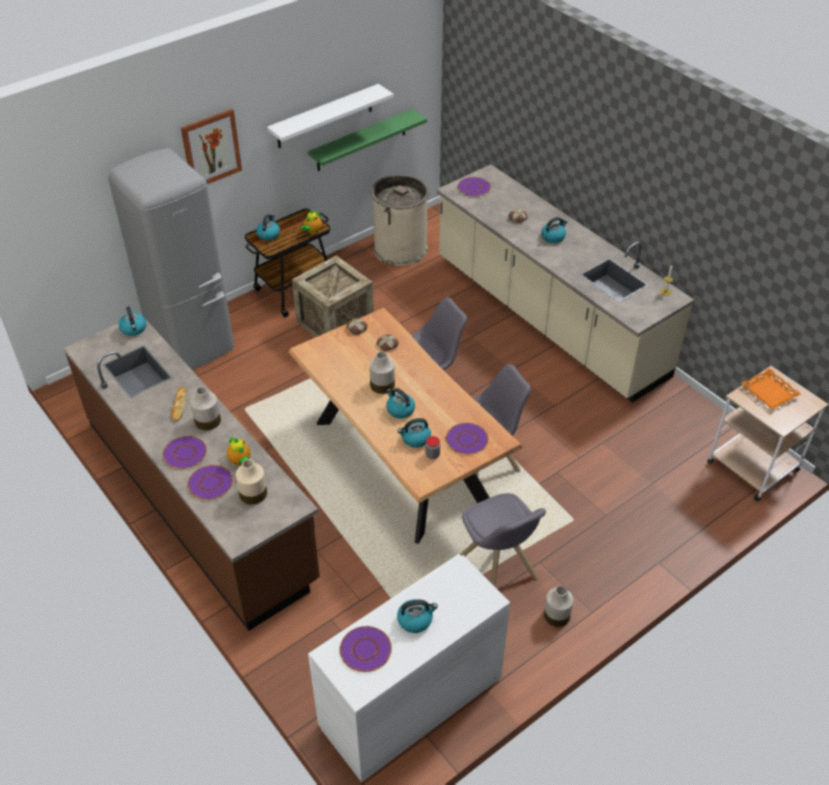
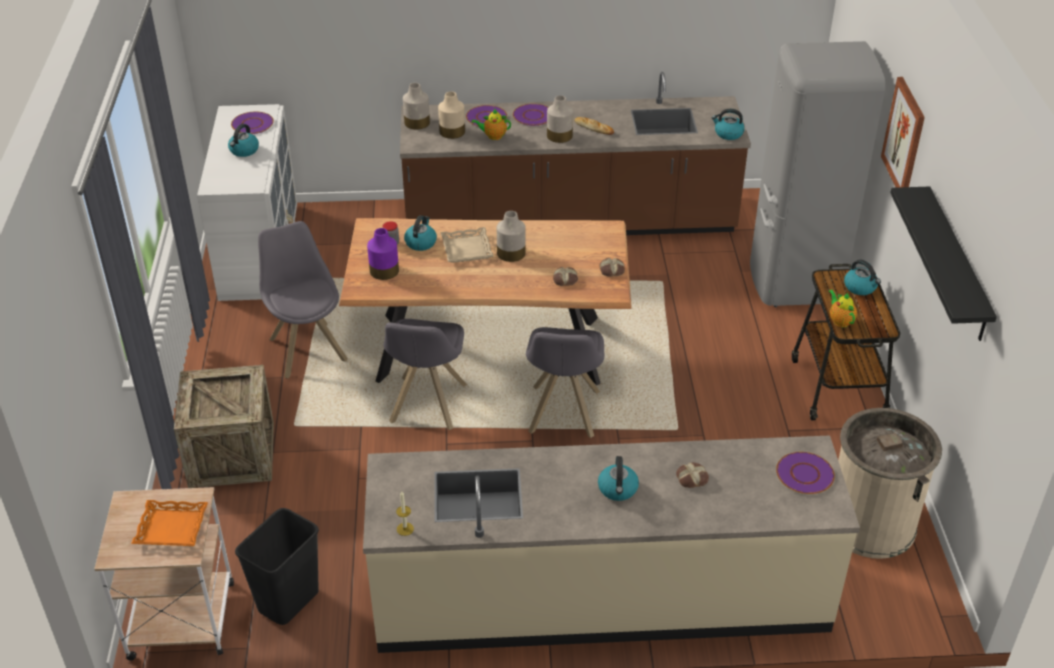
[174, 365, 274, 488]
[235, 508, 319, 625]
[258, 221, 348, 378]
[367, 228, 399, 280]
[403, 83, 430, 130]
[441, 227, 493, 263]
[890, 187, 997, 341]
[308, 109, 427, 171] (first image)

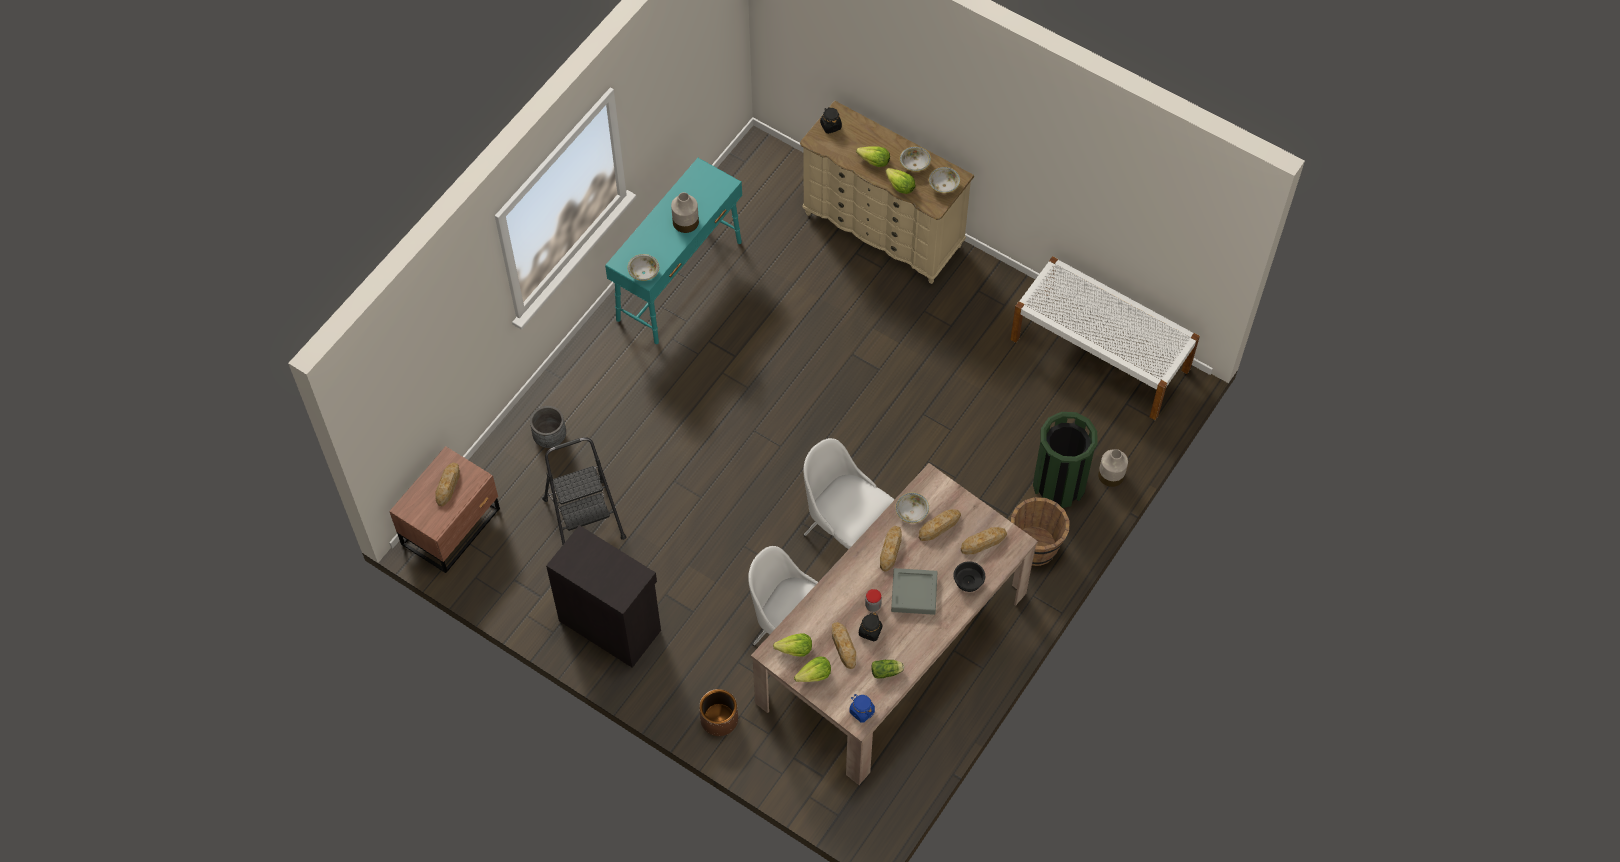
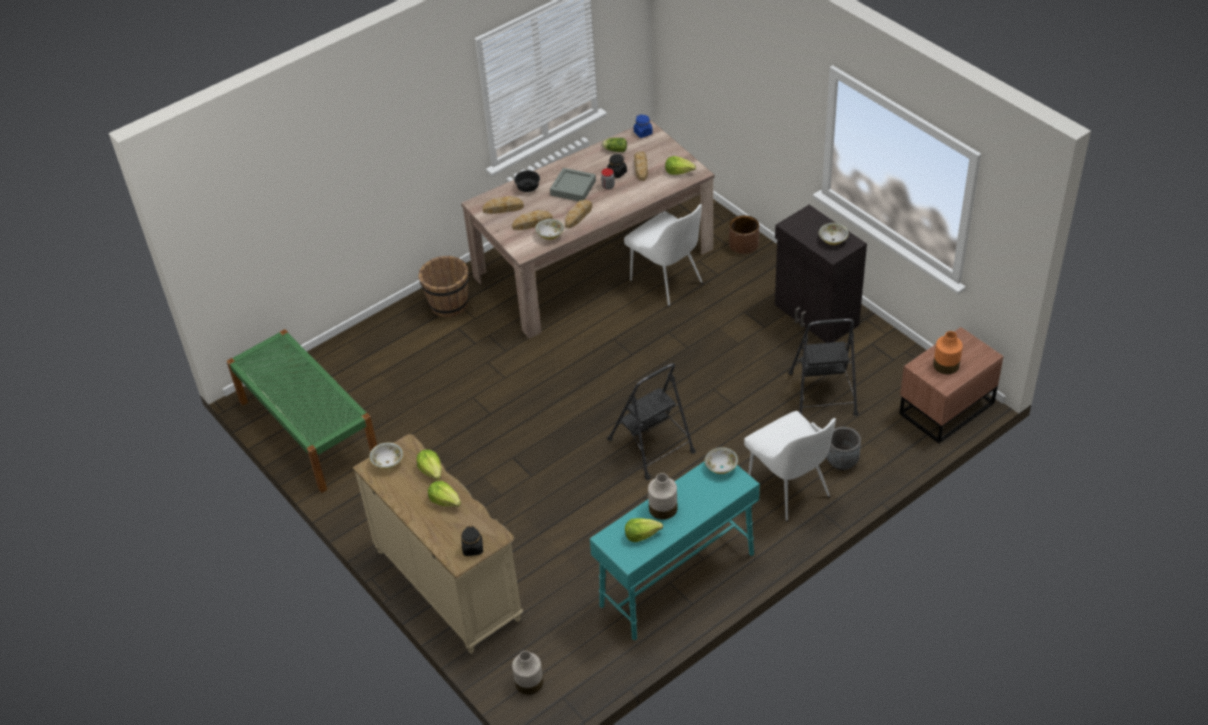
[227, 329, 377, 493]
[512, 651, 544, 695]
[607, 363, 696, 480]
[625, 518, 663, 542]
[744, 411, 836, 522]
[819, 223, 849, 245]
[933, 331, 963, 374]
[1033, 412, 1097, 508] (first image)

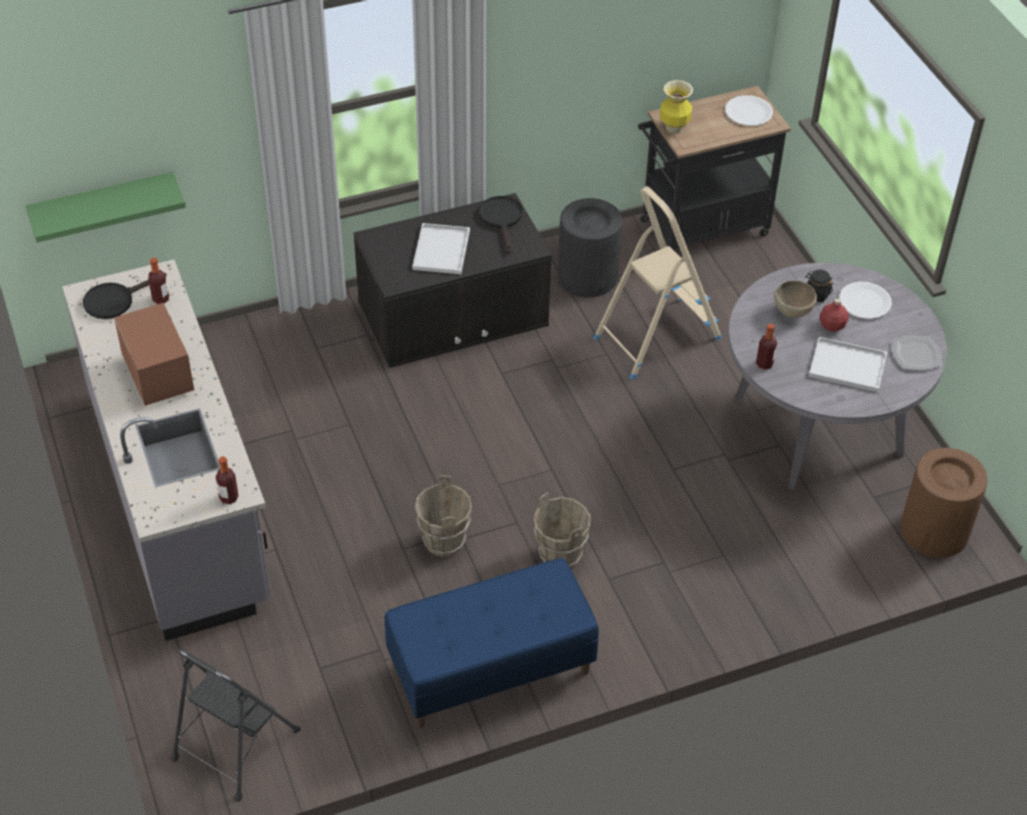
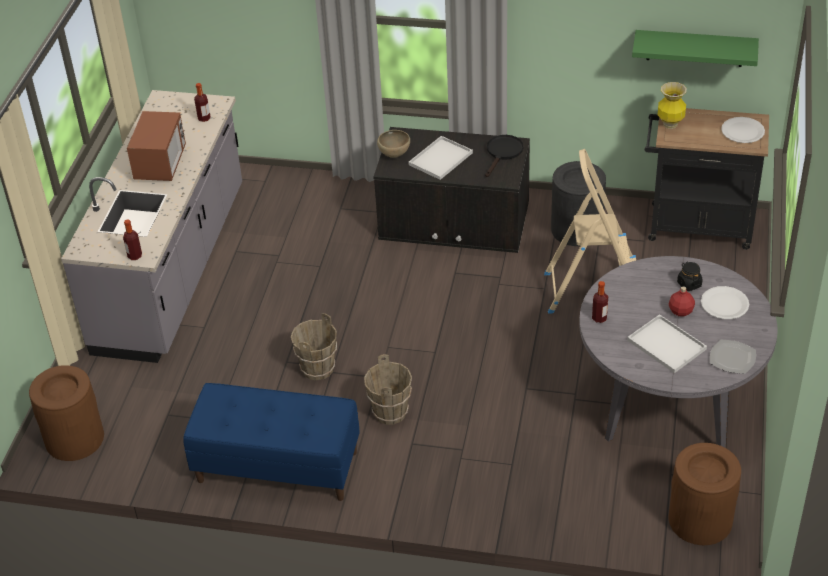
[29, 365, 104, 461]
[377, 130, 410, 158]
[632, 30, 759, 67]
[83, 273, 167, 319] (first image)

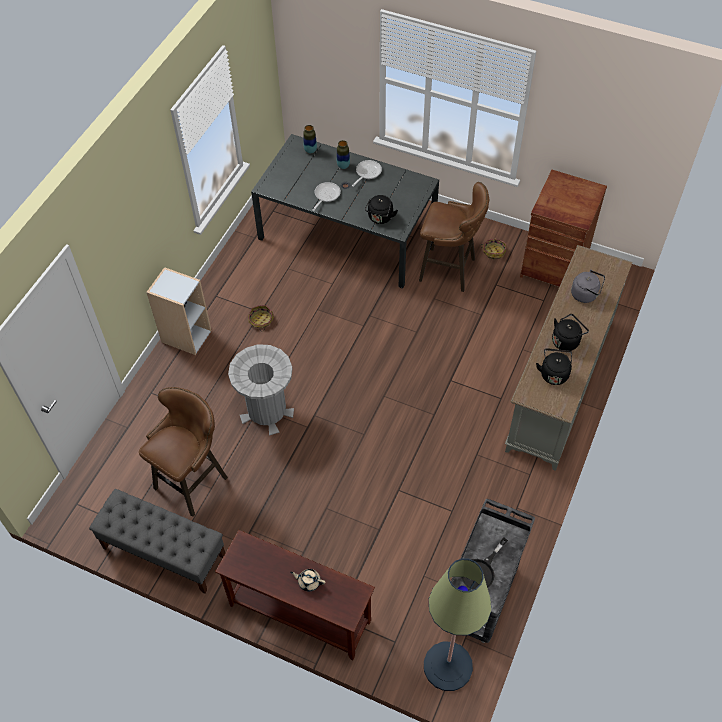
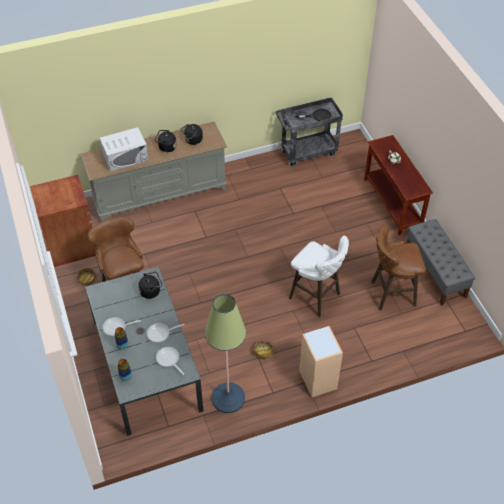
[100, 127, 149, 171]
[156, 347, 184, 375]
[205, 294, 246, 413]
[289, 236, 349, 317]

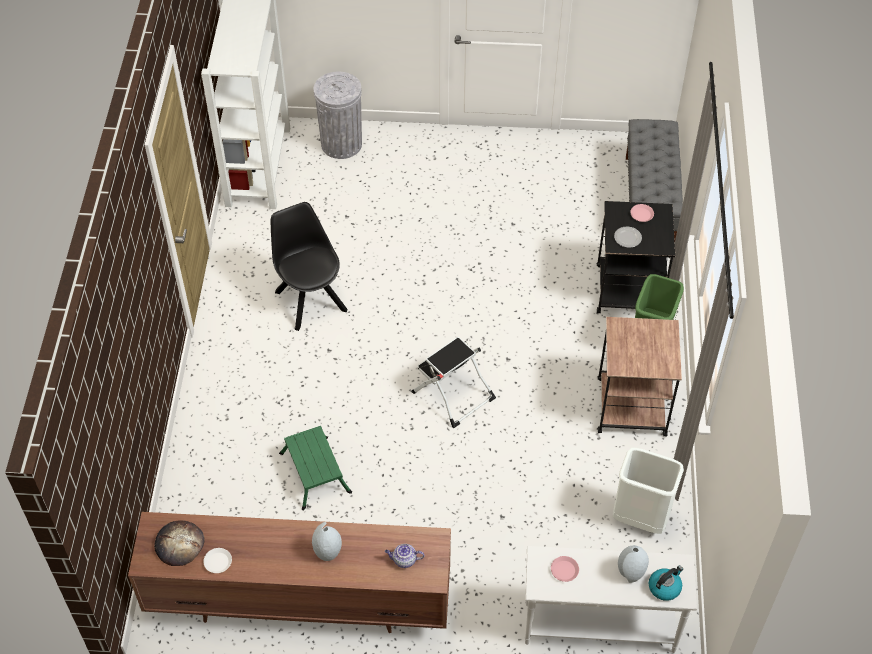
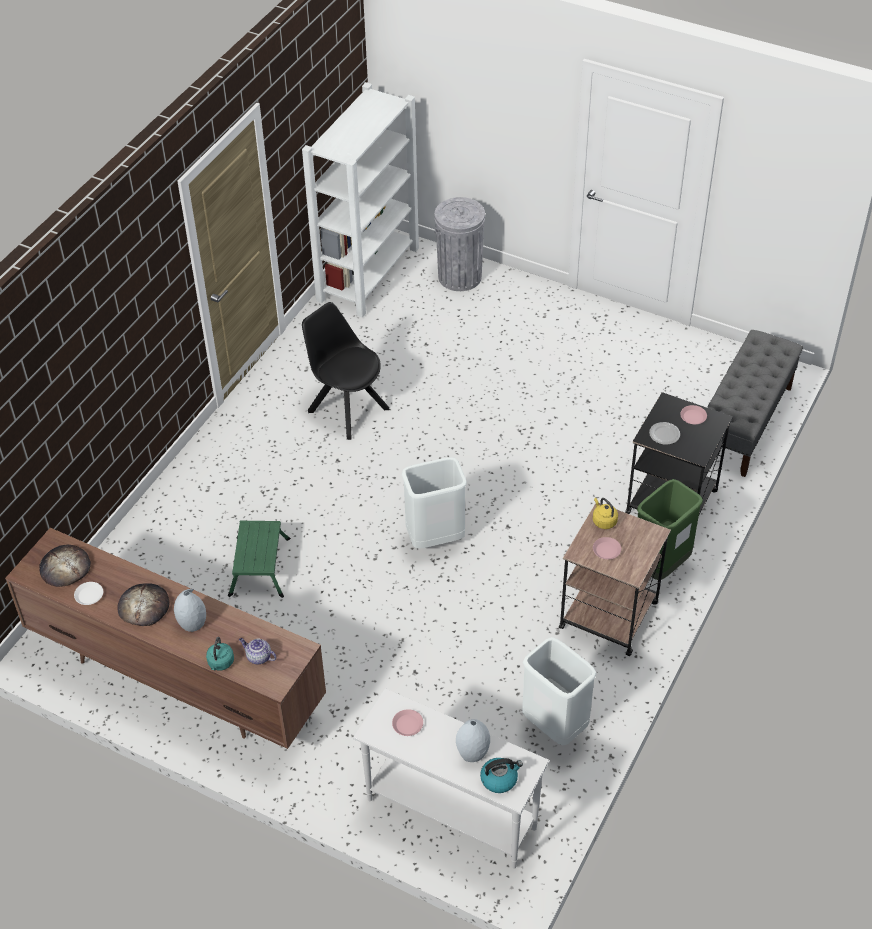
[117, 583, 169, 626]
[206, 637, 234, 670]
[302, 302, 390, 440]
[402, 457, 467, 548]
[593, 498, 618, 529]
[593, 537, 621, 559]

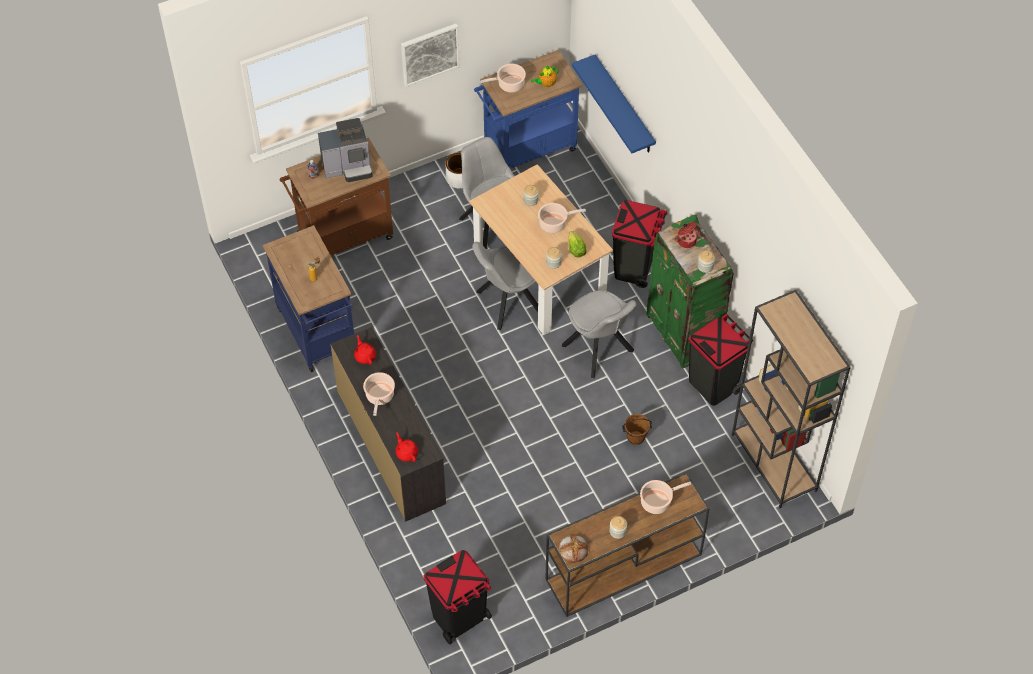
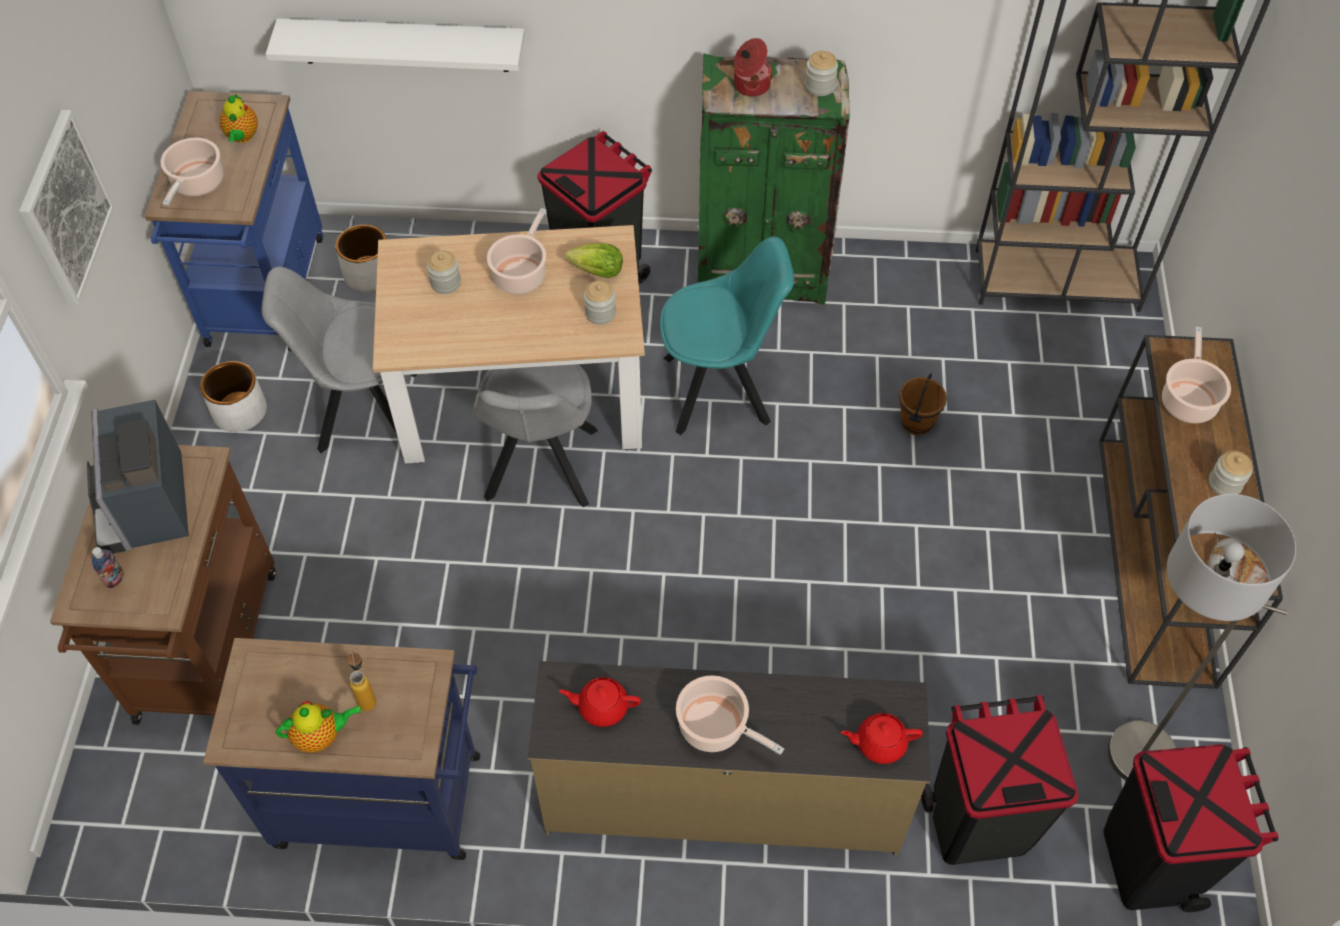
[87, 400, 189, 554]
[266, 18, 525, 72]
[276, 701, 361, 753]
[335, 225, 387, 292]
[660, 236, 794, 435]
[921, 695, 1079, 865]
[1108, 494, 1296, 780]

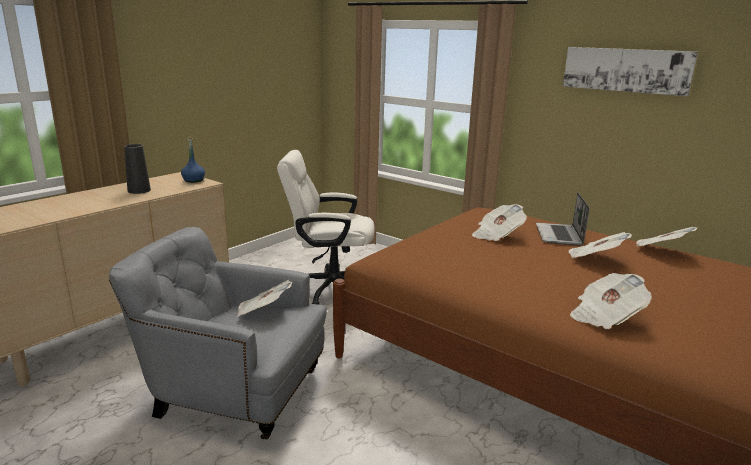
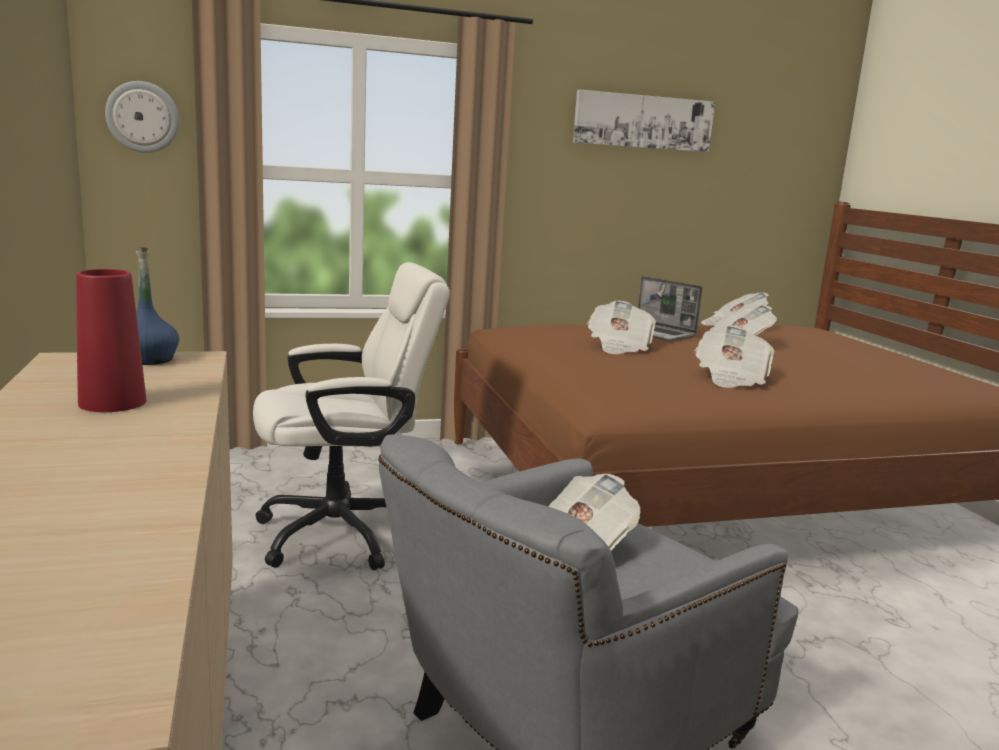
[76, 269, 146, 412]
[105, 81, 179, 153]
[253, 262, 450, 570]
[694, 325, 775, 388]

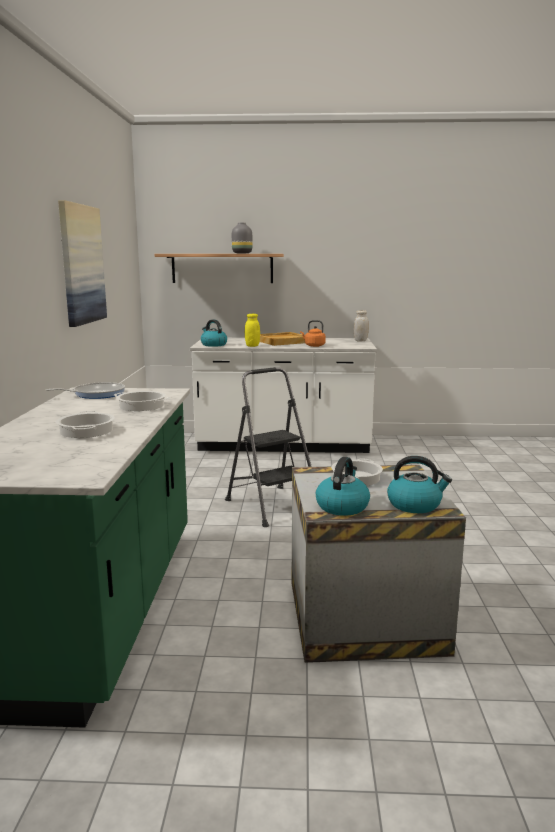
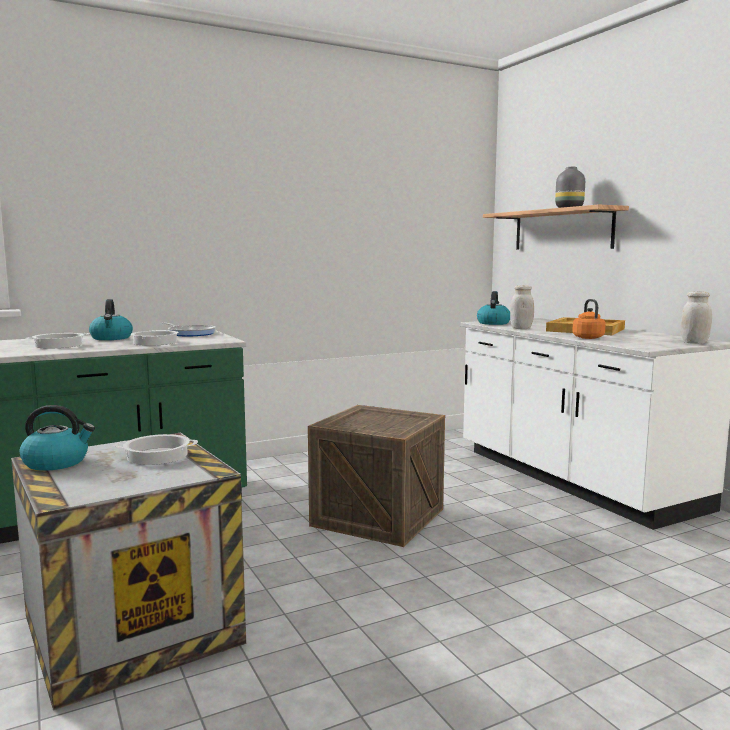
[89, 299, 133, 340]
[308, 405, 445, 547]
[510, 285, 534, 329]
[58, 200, 107, 327] (first image)

